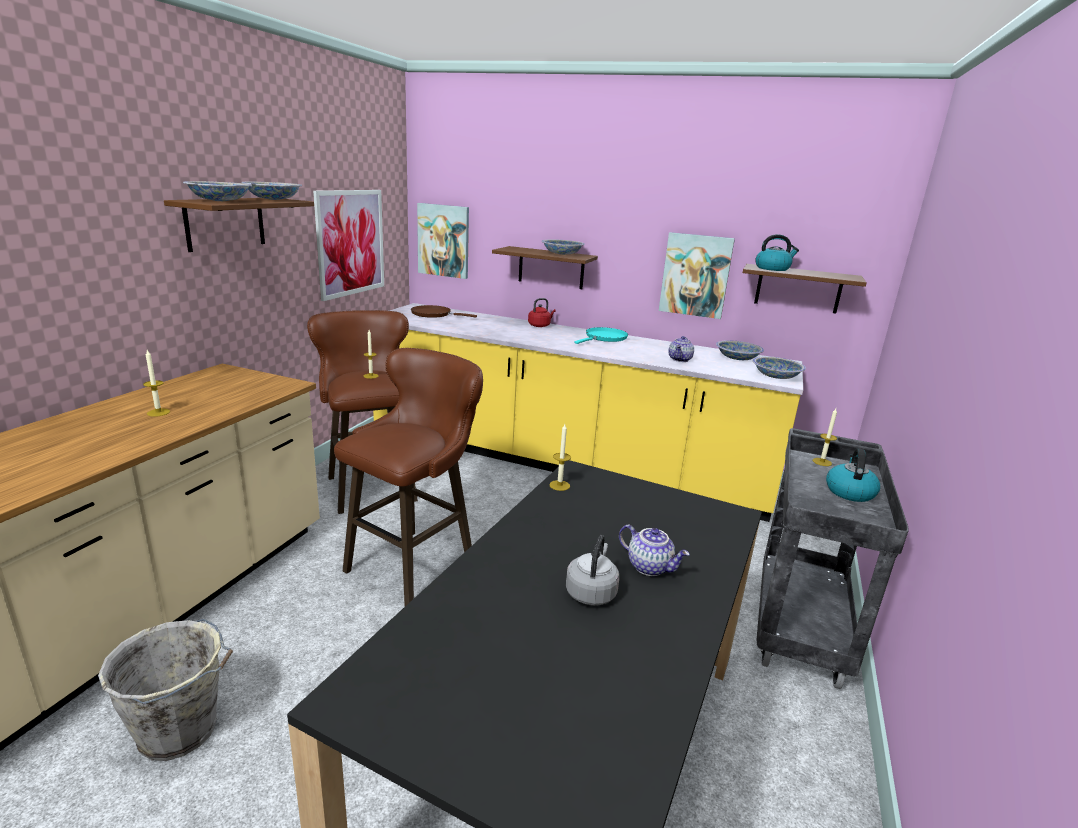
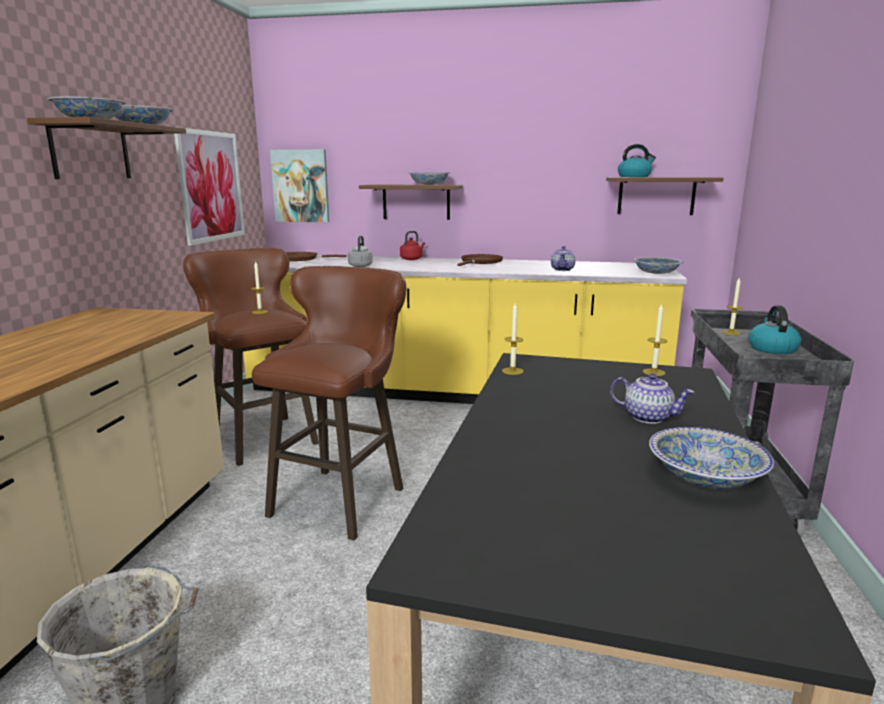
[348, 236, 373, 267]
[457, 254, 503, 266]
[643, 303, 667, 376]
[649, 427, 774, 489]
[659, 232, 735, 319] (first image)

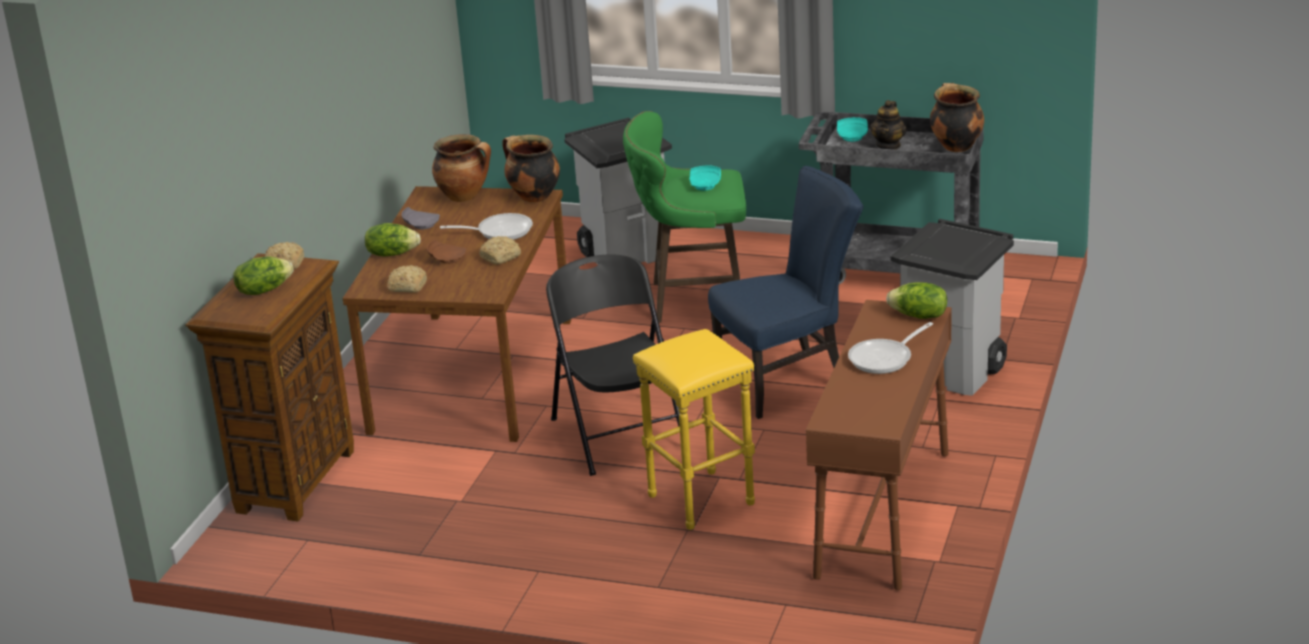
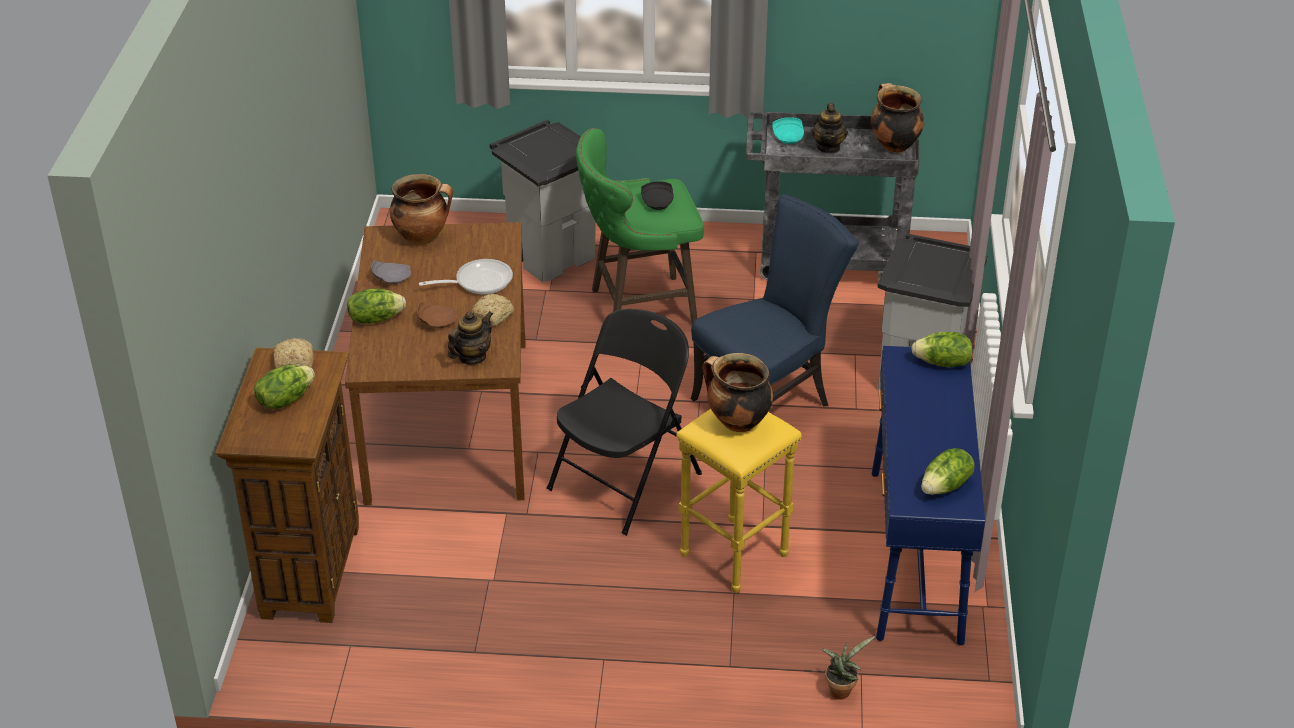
[448, 311, 493, 365]
[547, 309, 702, 536]
[641, 181, 674, 210]
[702, 353, 773, 432]
[821, 636, 875, 699]
[872, 346, 985, 645]
[921, 448, 975, 495]
[387, 265, 427, 293] (first image)
[848, 322, 933, 374] (first image)

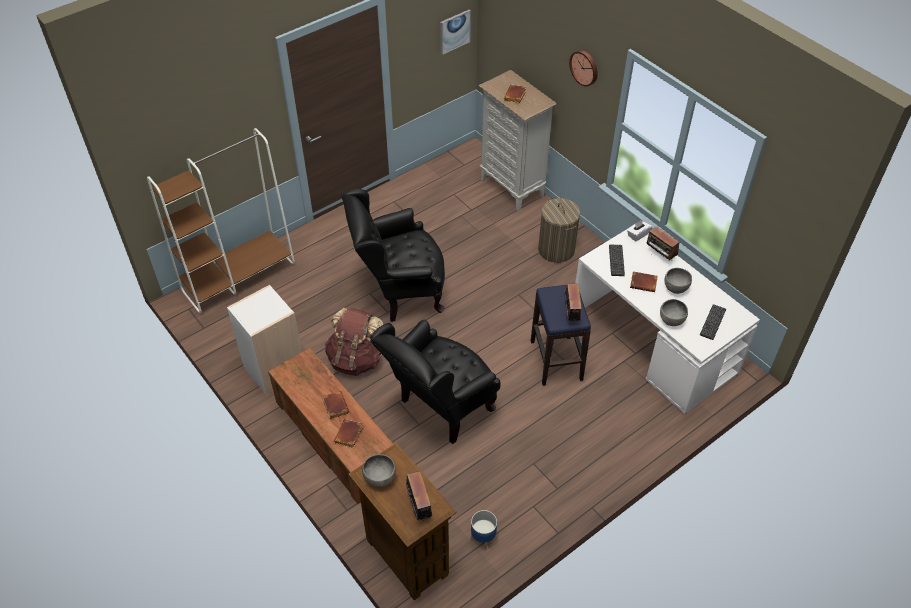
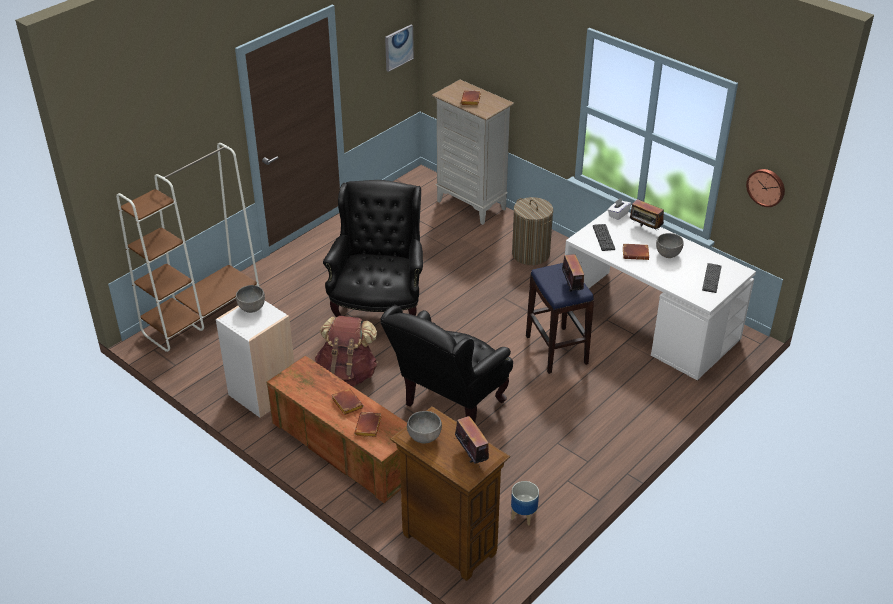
[236, 285, 265, 313]
[323, 180, 423, 317]
[746, 169, 785, 207]

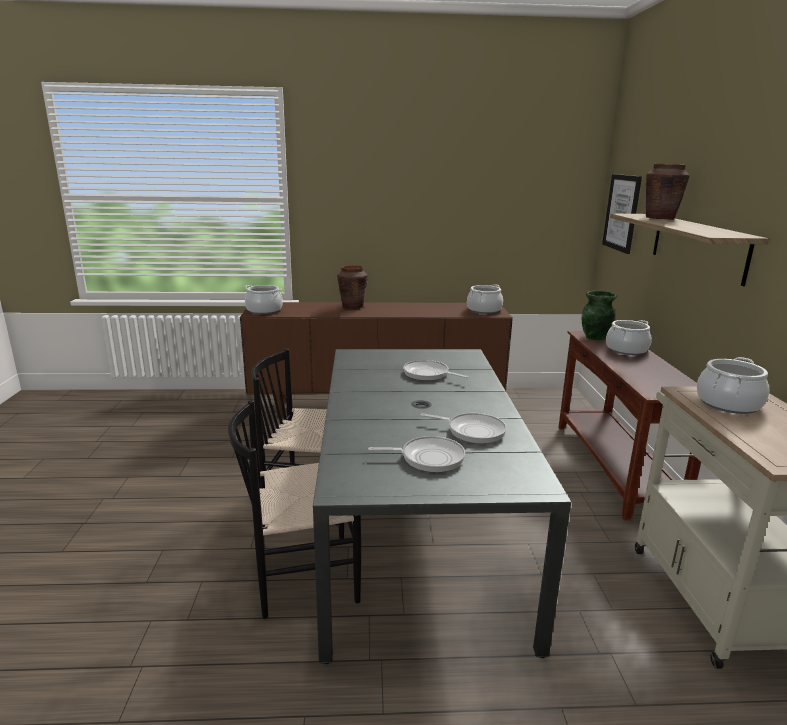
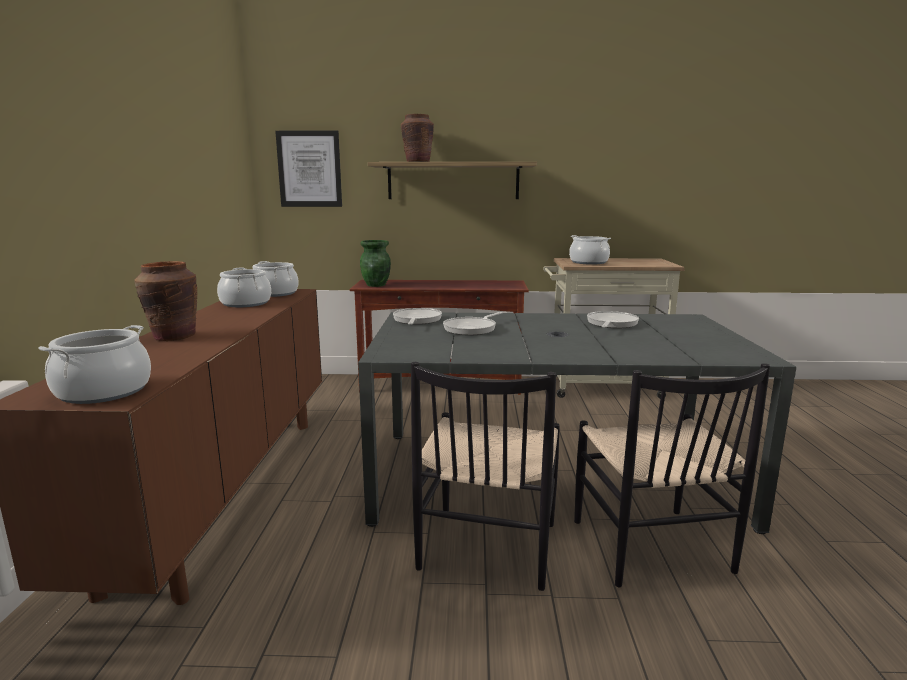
[217, 267, 271, 307]
[393, 308, 442, 325]

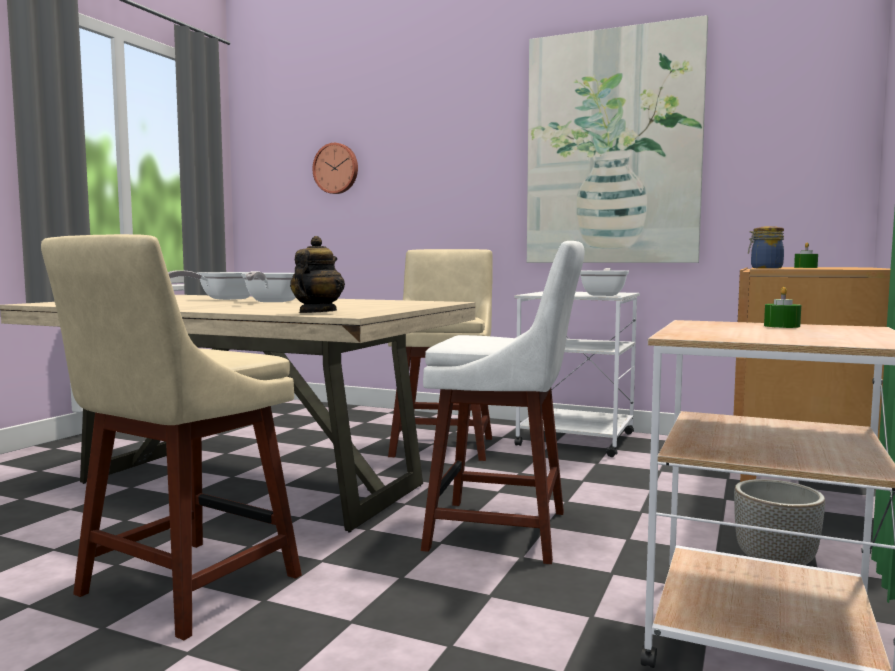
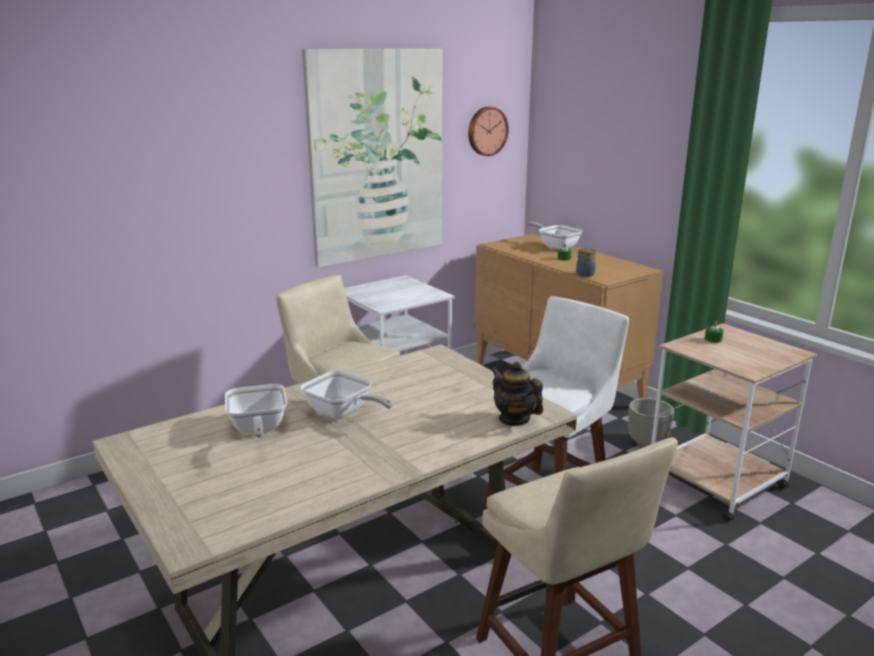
[468, 107, 509, 156]
[527, 222, 583, 250]

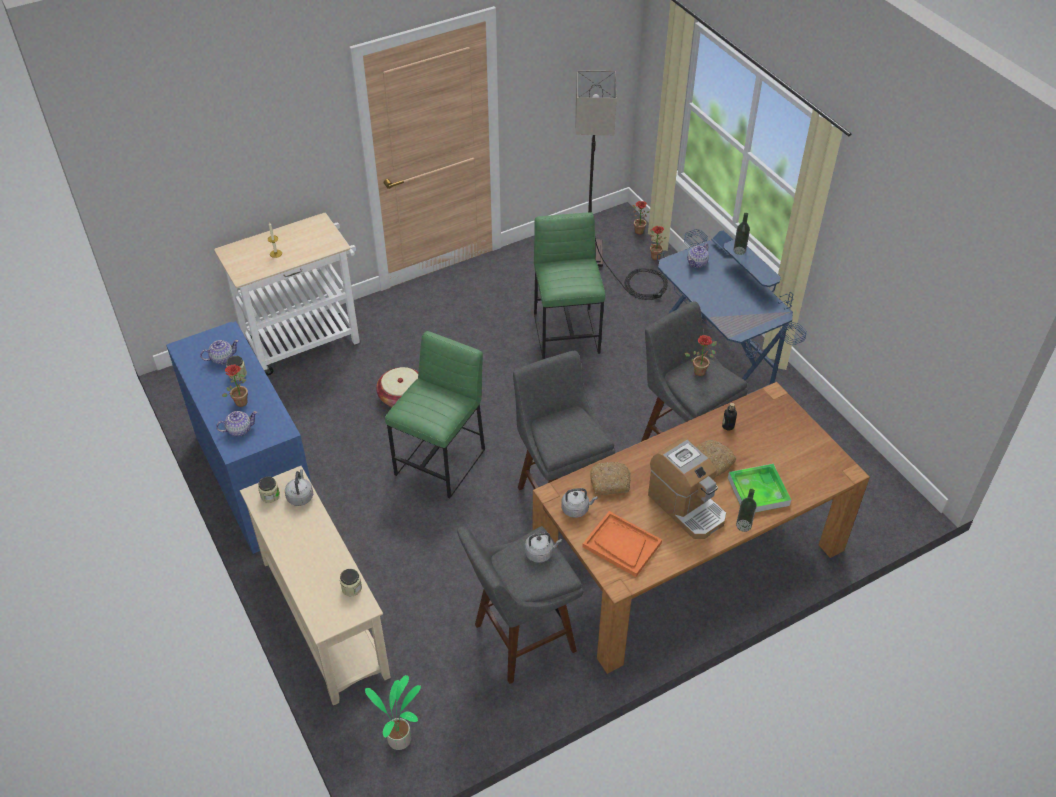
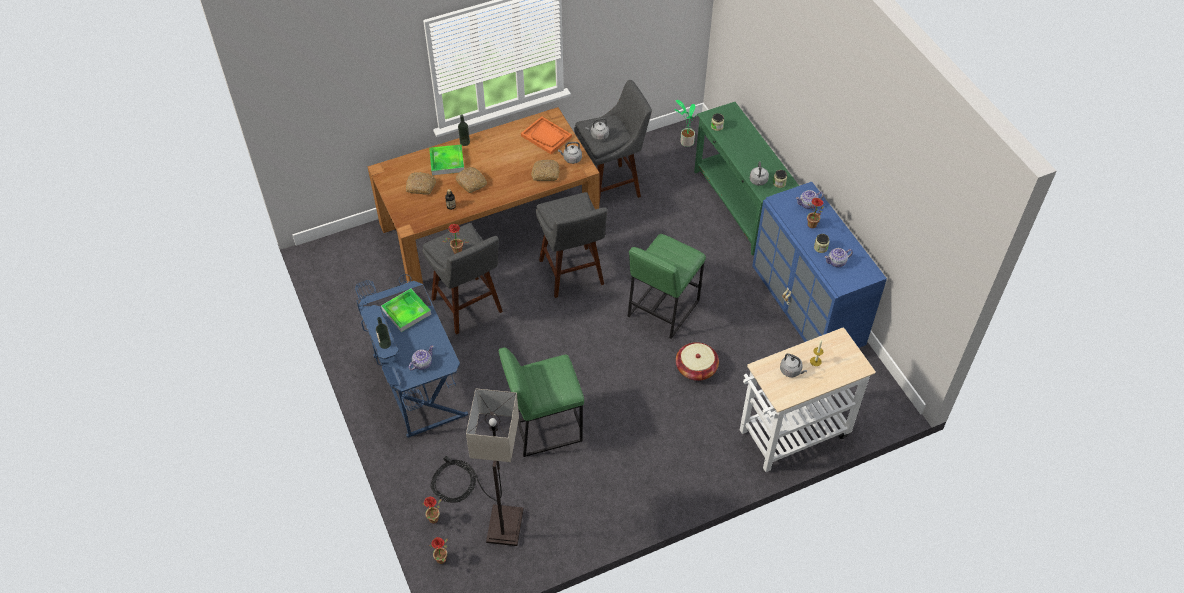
[381, 288, 431, 332]
[406, 172, 436, 195]
[499, 347, 584, 457]
[694, 102, 799, 256]
[780, 353, 807, 377]
[648, 438, 726, 539] (first image)

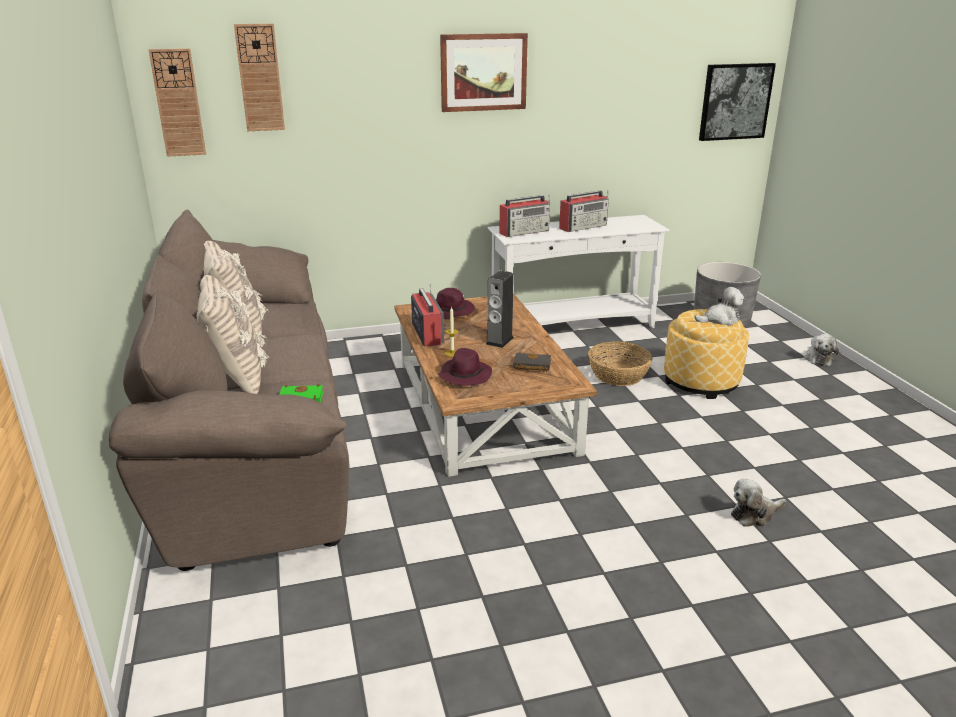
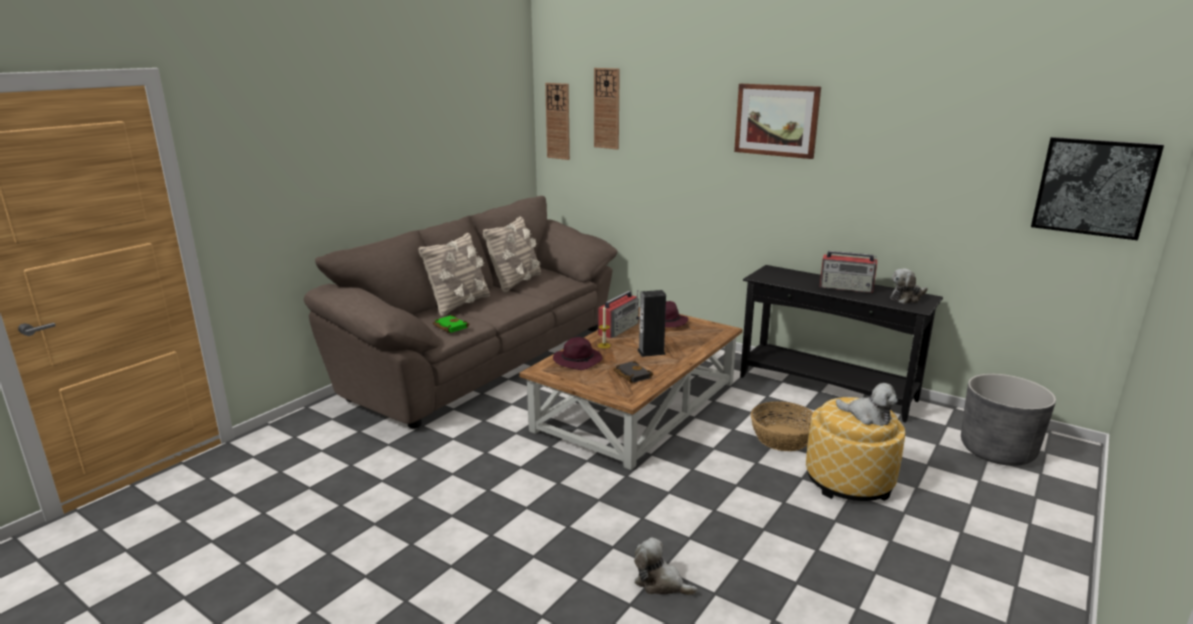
[740, 265, 943, 423]
[890, 268, 928, 304]
[500, 195, 550, 237] (first image)

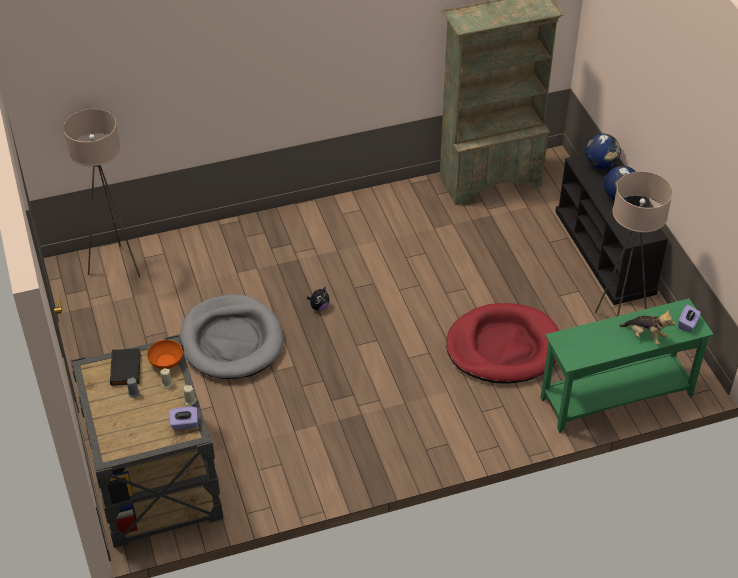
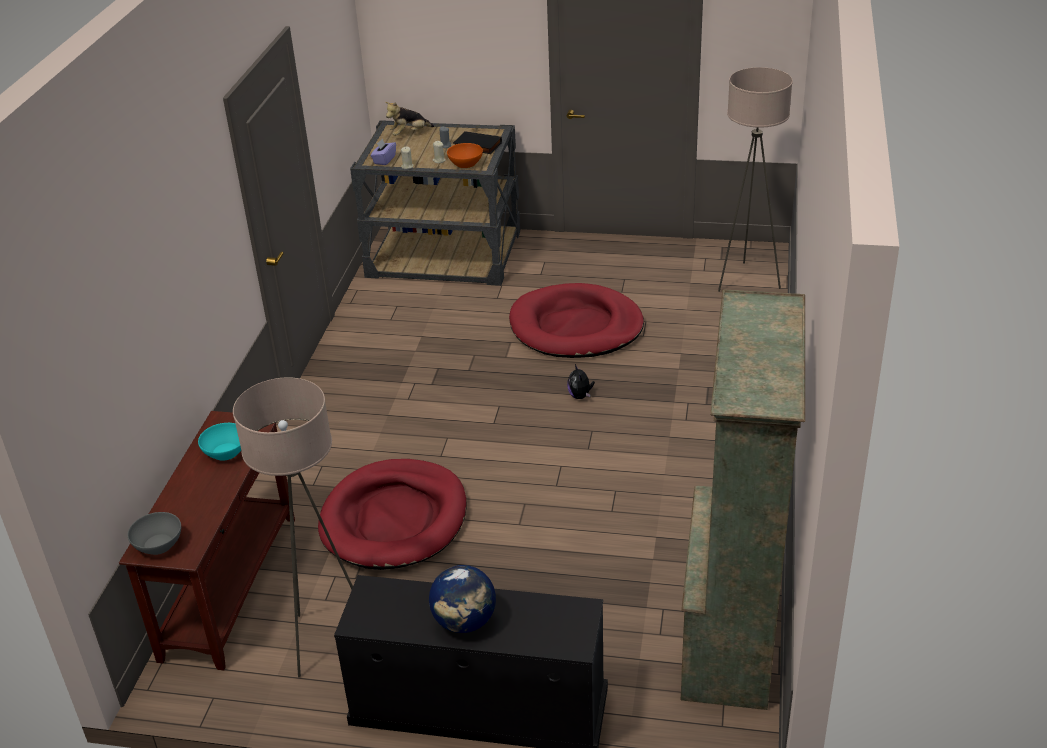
[119, 411, 295, 670]
[128, 512, 181, 555]
[198, 423, 241, 461]
[385, 102, 434, 136]
[509, 283, 644, 358]
[585, 134, 621, 169] (first image)

